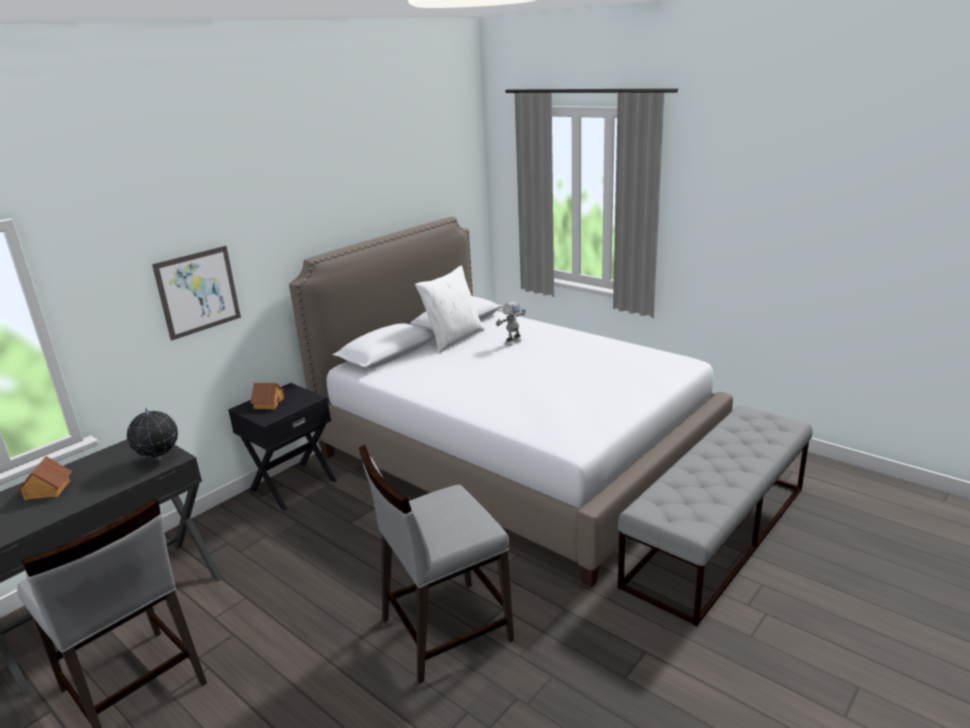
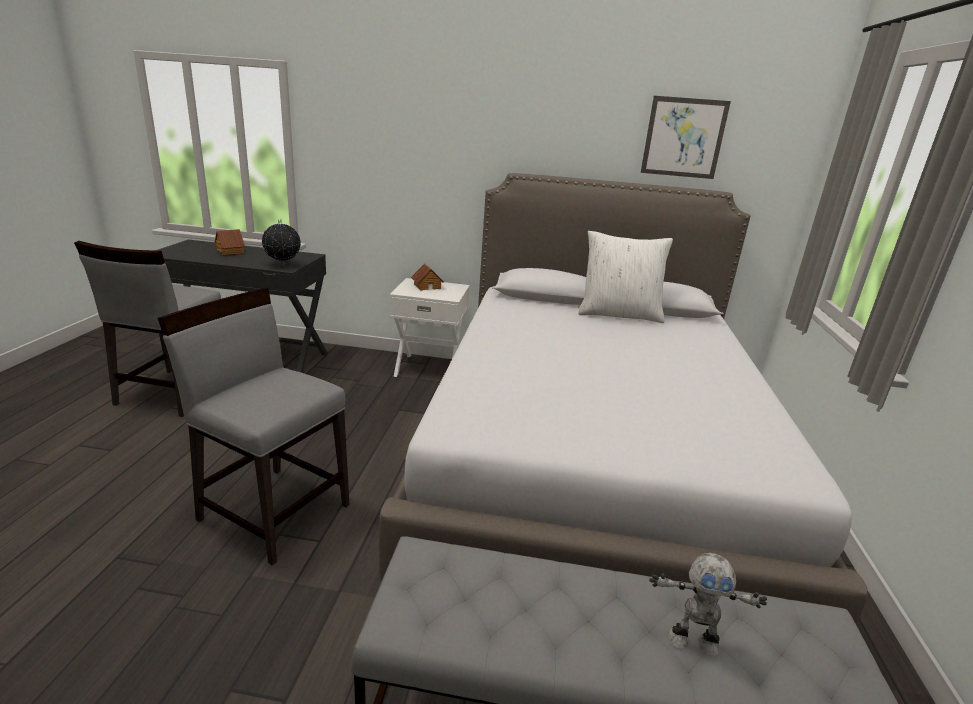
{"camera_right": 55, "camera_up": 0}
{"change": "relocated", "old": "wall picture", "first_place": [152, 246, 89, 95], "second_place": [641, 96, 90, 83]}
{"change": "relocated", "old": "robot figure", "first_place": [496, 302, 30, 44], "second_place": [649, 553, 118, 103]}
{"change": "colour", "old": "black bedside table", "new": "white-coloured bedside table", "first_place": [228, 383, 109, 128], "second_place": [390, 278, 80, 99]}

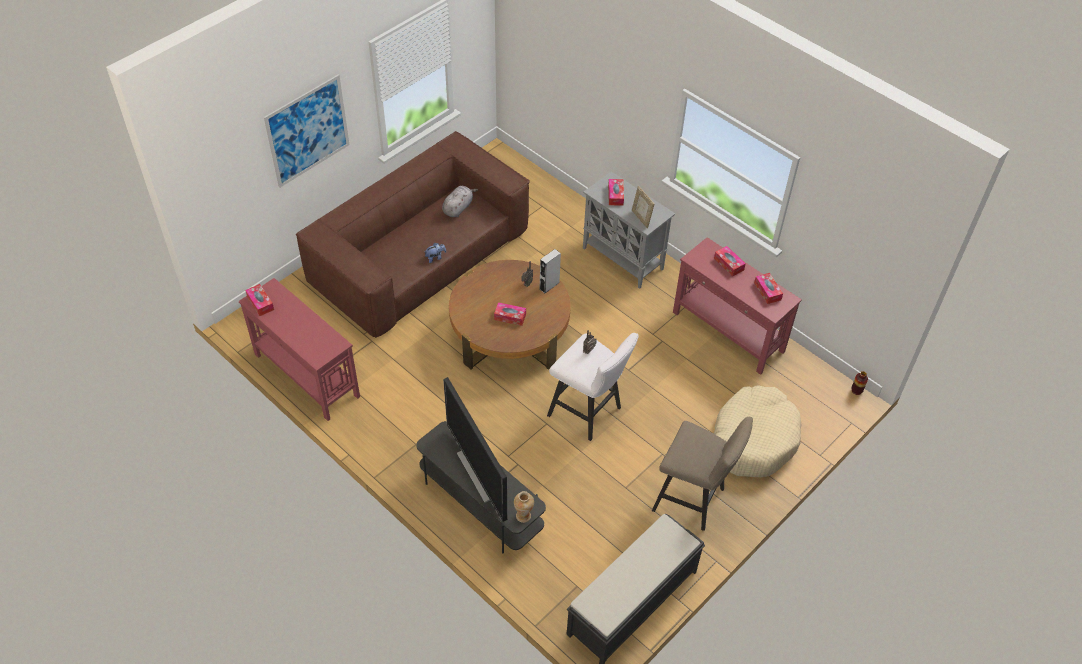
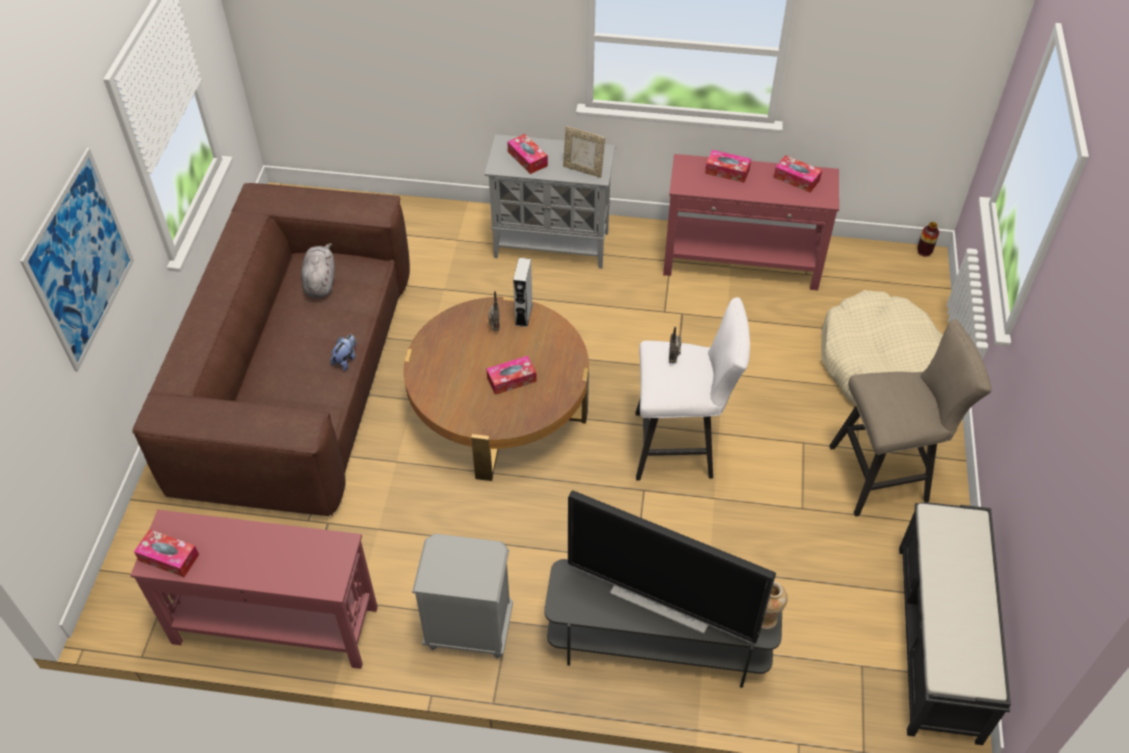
{"camera_right": -35, "camera_up": 0}
{"change": "appeared", "new": "greyish bedside table", "second_place": [412, 534, 101, 125]}

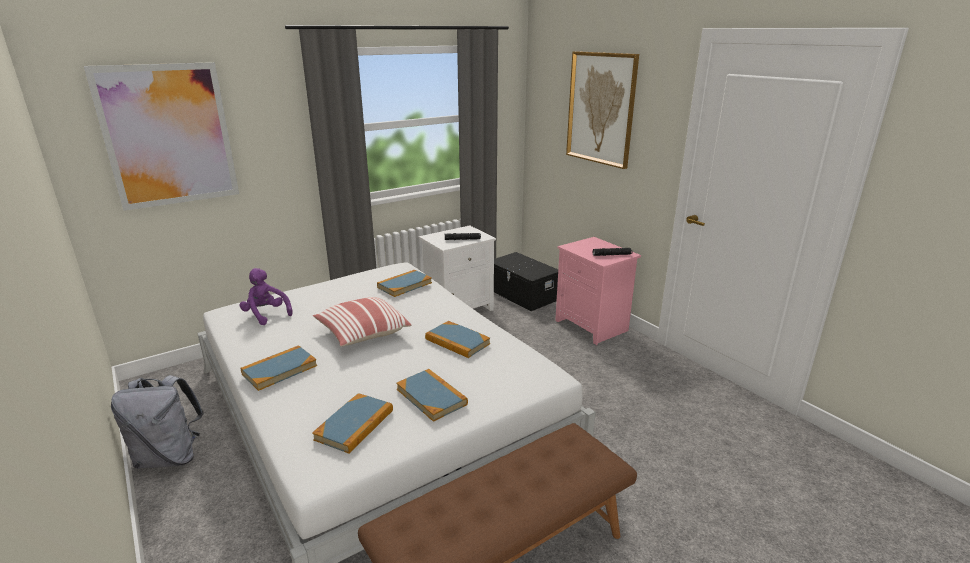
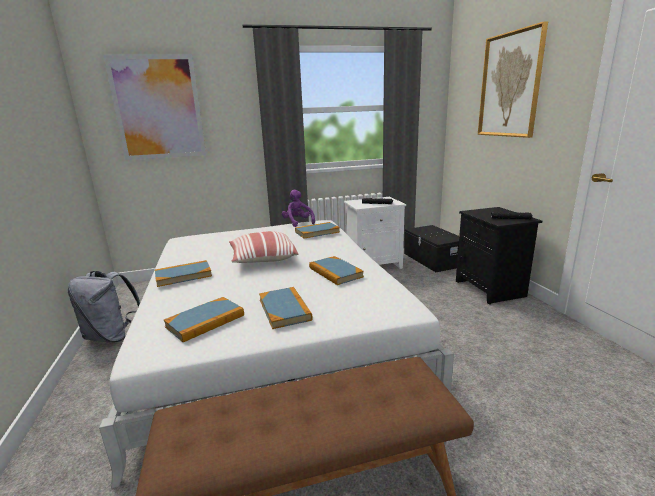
{"camera_right": 20, "camera_up": -5}
{"change": "colour", "old": "pinkish bedside table", "new": "black bedside table", "first_place": [555, 237, 86, 108], "second_place": [456, 207, 86, 98]}
{"change": "relocated", "old": "purple plush toy", "first_place": [239, 268, 54, 57], "second_place": [282, 190, 33, 37]}

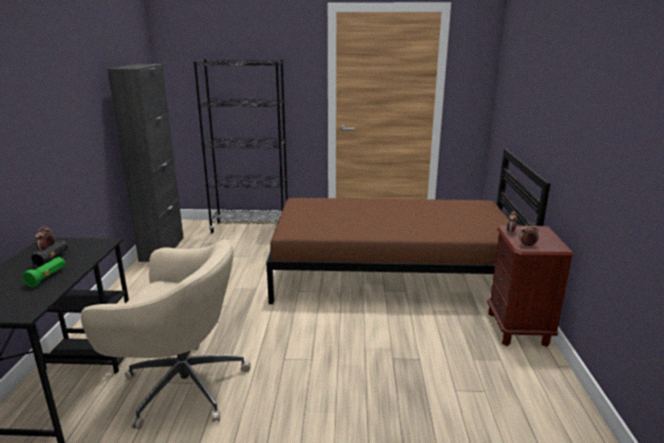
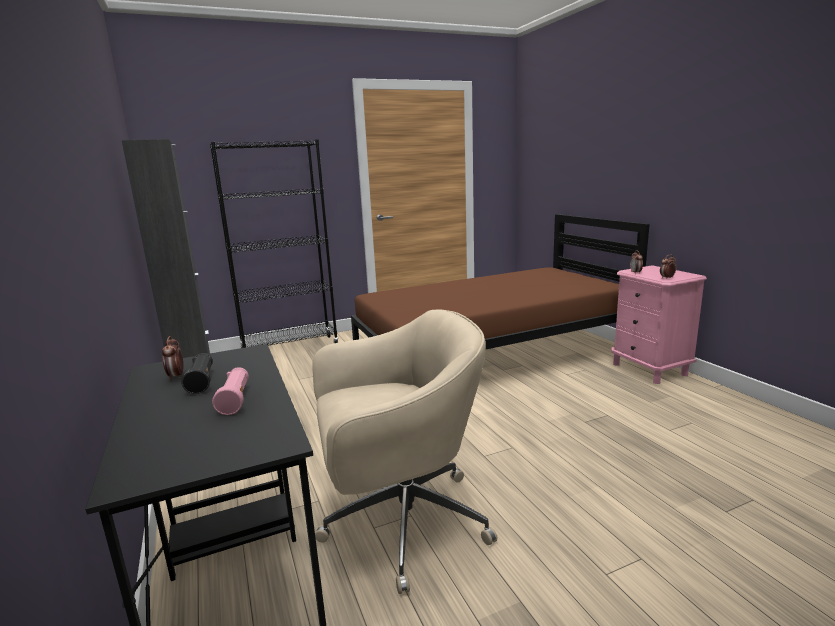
{"camera_right": -25, "camera_up": -5}
{"change": "colour", "old": "brown-coloured bedside table", "new": "pinkish bedside table", "first_place": [487, 225, 87, 122], "second_place": [611, 265, 96, 119]}
{"change": "colour", "old": "green-coloured hand torch", "new": "pinkish hand torch", "first_place": [23, 257, 42, 30], "second_place": [212, 367, 37, 48]}

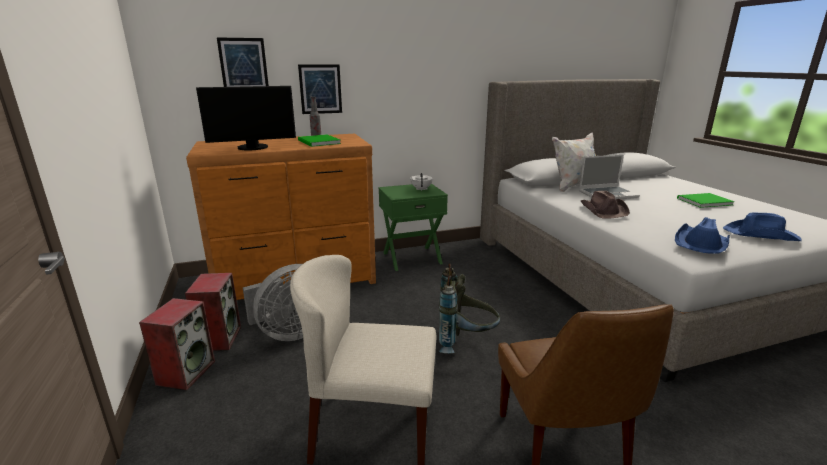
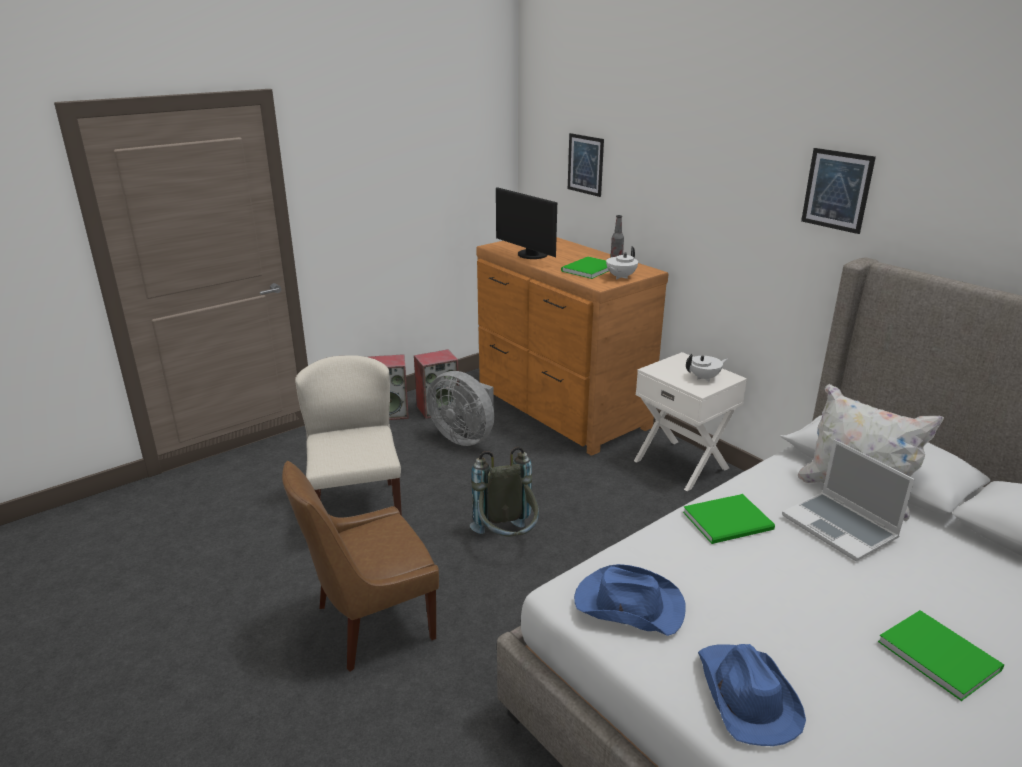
{"camera_right": 70, "camera_up": 5}
{"change": "relocated", "old": "wall picture", "first_place": [298, 64, 44, 50], "second_place": [801, 148, 75, 86]}
{"change": "colour", "old": "green-coloured bedside table", "new": "white-coloured bedside table", "first_place": [379, 183, 69, 88], "second_place": [634, 352, 113, 139]}
{"change": "exchanged", "old": "brown-coloured wearable hat", "new": "green-coloured volume", "first_place": [581, 191, 49, 28], "second_place": [683, 494, 92, 50]}
{"change": "appeared", "new": "white-coloured pot for tea", "second_place": [606, 246, 32, 33]}

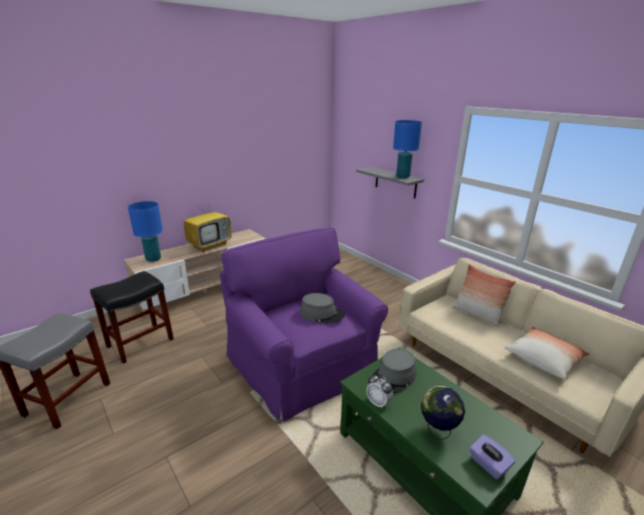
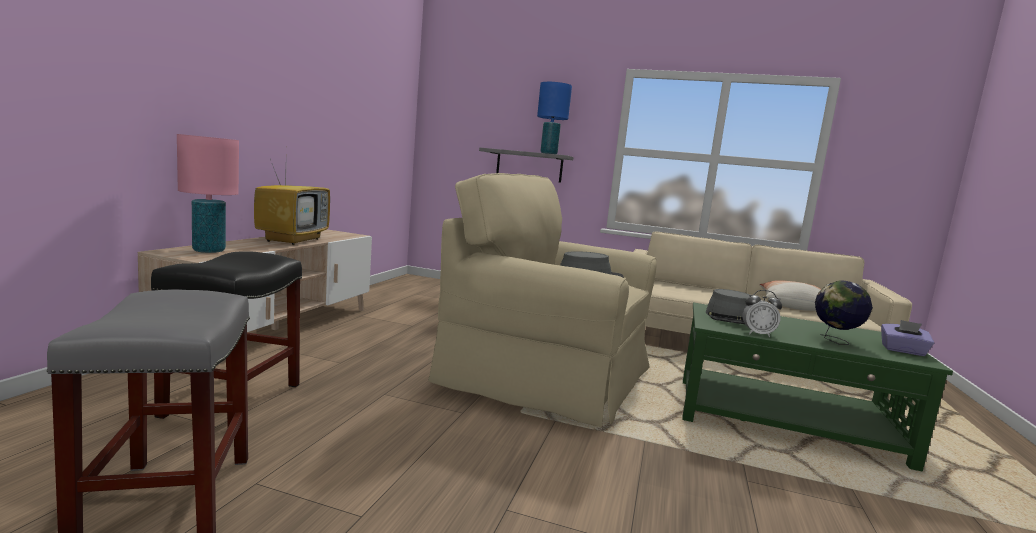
{"camera_right": -35, "camera_up": -15}
{"change": "colour", "old": "blue tabletop lamp", "new": "pinkish tabletop lamp", "first_place": [128, 201, 35, 61], "second_place": [177, 134, 62, 119]}
{"change": "colour", "old": "purple lounge chair", "new": "sand-coloured lounge chair", "first_place": [220, 228, 168, 193], "second_place": [428, 173, 229, 254]}
{"change": "missing", "old": "cushion", "first_place": [453, 264, 63, 63]}

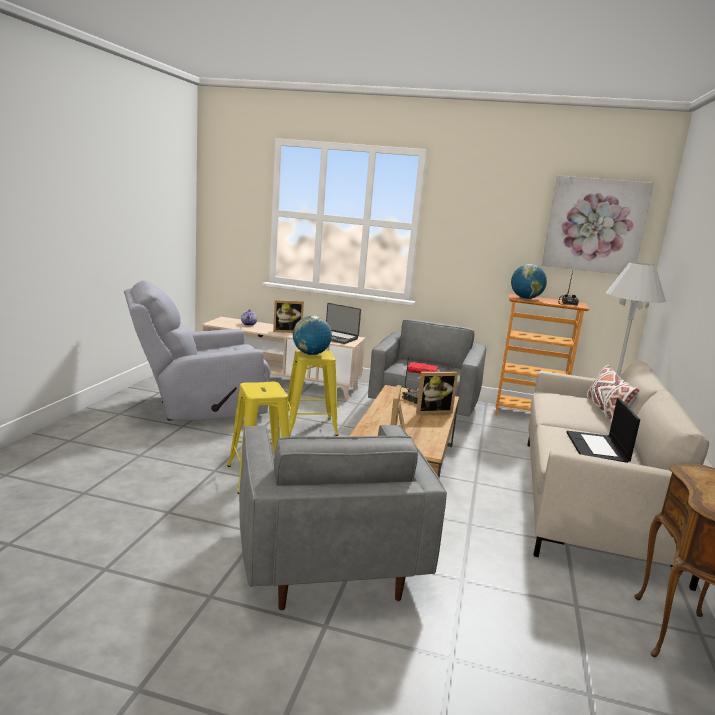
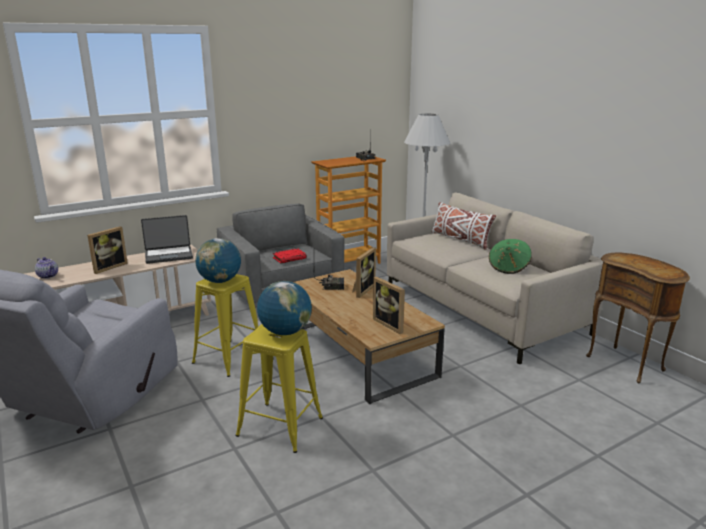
{"camera_right": -45, "camera_up": 5}
{"change": "missing", "old": "wall picture", "first_place": [542, 175, 112, 99]}
{"change": "relocated", "old": "globe", "first_place": [511, 264, 36, 35], "second_place": [257, 281, 55, 54]}
{"change": "exchanged", "old": "laptop", "new": "green-coloured wearable hat", "first_place": [566, 397, 74, 66], "second_place": [489, 239, 43, 35]}
{"change": "missing", "old": "greyish lounge chair", "first_place": [239, 425, 208, 185]}

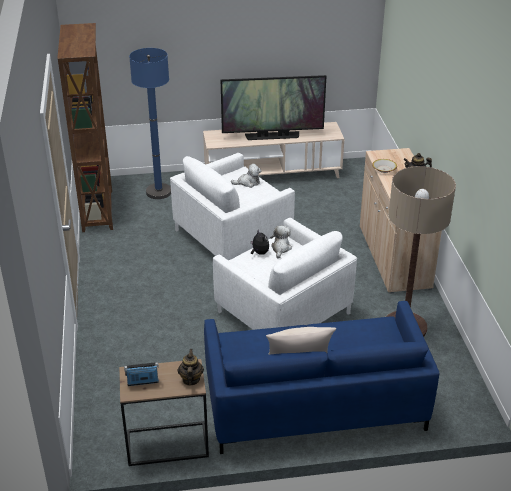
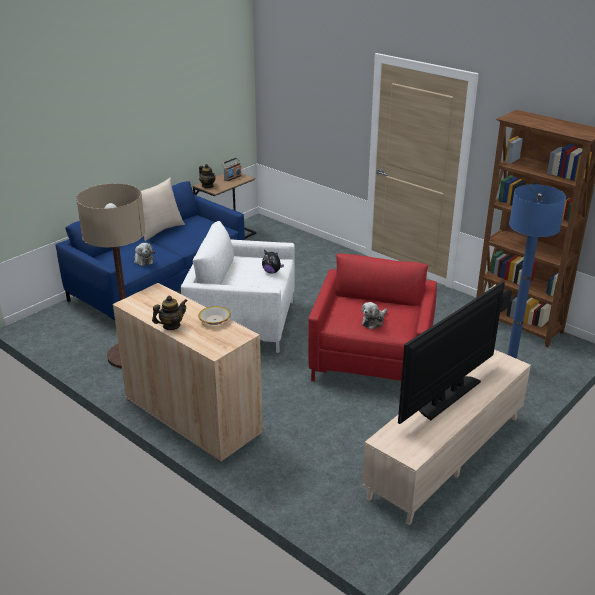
{"camera_right": 140, "camera_up": -5}
{"change": "colour", "old": "white-coloured lounge chair", "new": "red lounge chair", "first_place": [170, 153, 125, 107], "second_place": [308, 253, 129, 129]}
{"change": "relocated", "old": "plush toy", "first_place": [270, 226, 22, 33], "second_place": [134, 243, 21, 23]}

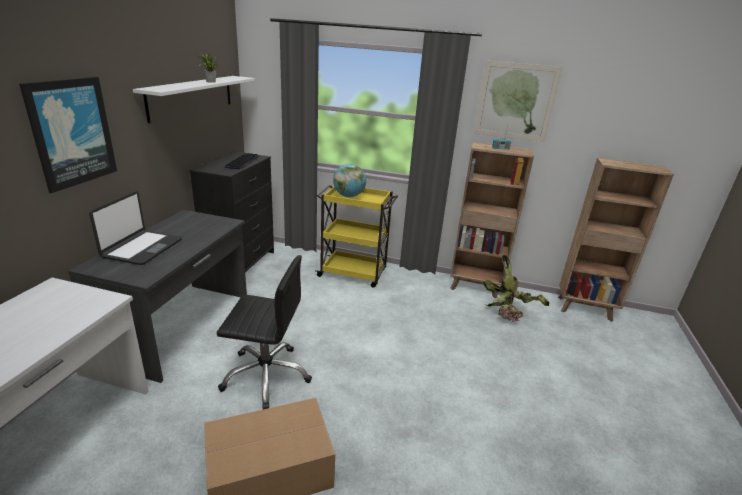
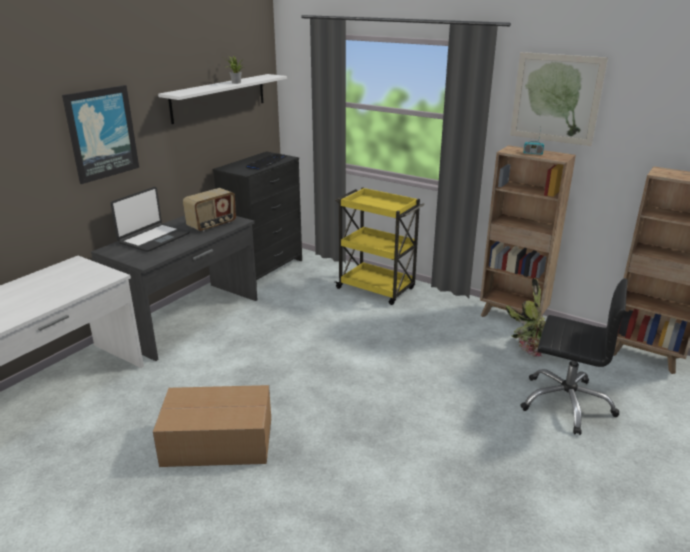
{"camera_right": 20, "camera_up": 0}
{"change": "missing", "old": "globe", "first_place": [333, 164, 33, 33]}
{"change": "relocated", "old": "black computer chair", "first_place": [217, 255, 95, 154], "second_place": [521, 278, 107, 157]}
{"change": "appeared", "new": "radio set", "second_place": [183, 188, 53, 43]}

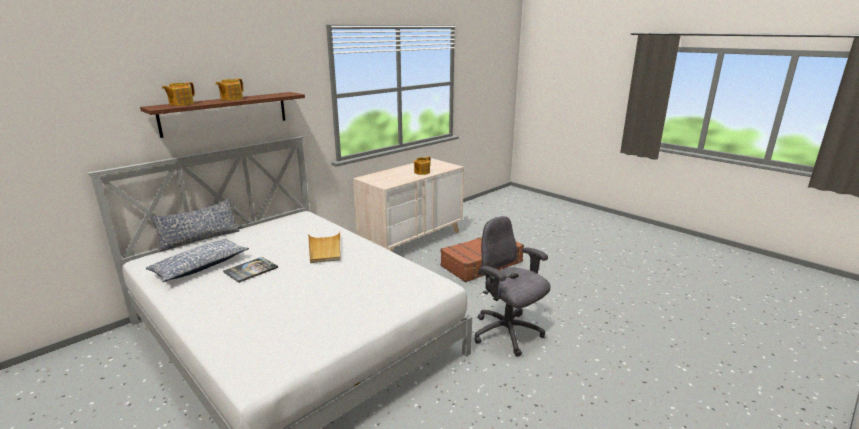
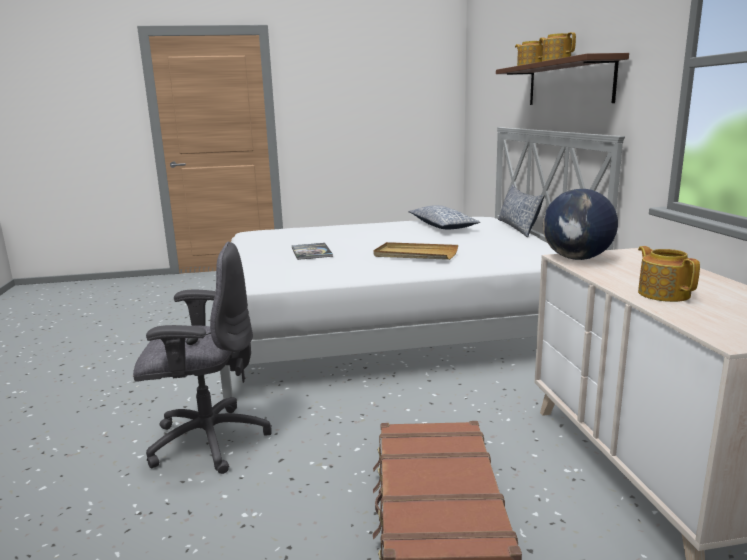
{"camera_right": 125, "camera_up": -5}
{"change": "relocated", "old": "volume", "first_place": [223, 257, 55, 26], "second_place": [292, 243, 41, 17]}
{"change": "appeared", "new": "globe", "second_place": [543, 189, 75, 71]}

